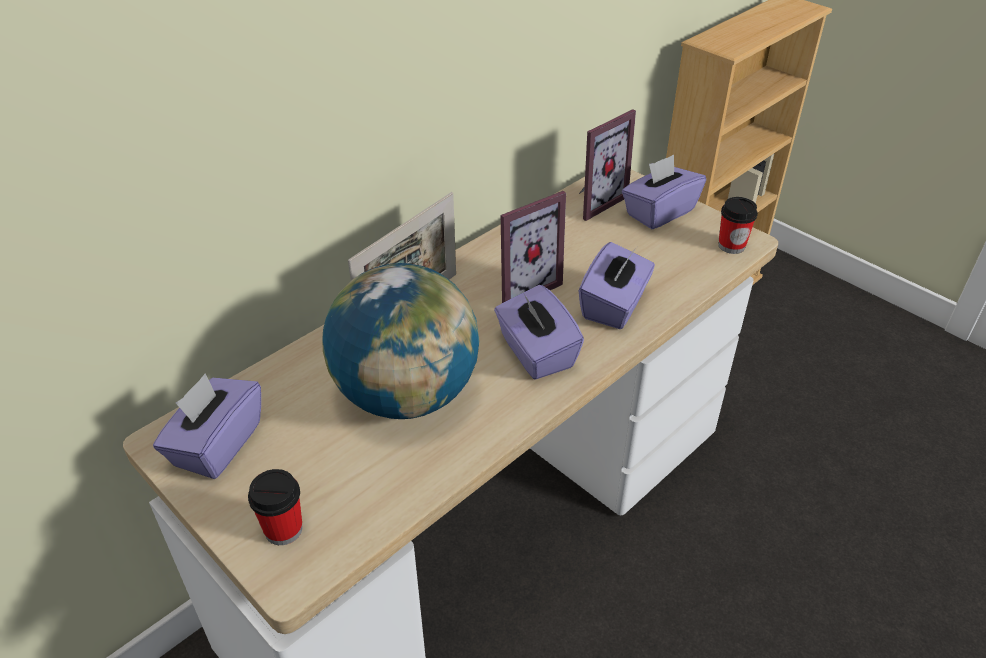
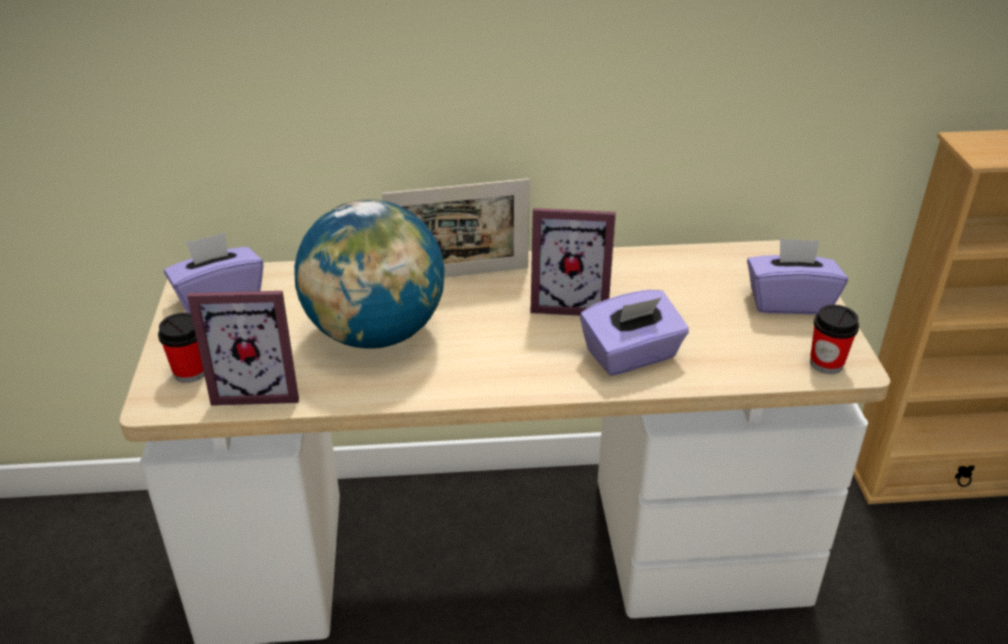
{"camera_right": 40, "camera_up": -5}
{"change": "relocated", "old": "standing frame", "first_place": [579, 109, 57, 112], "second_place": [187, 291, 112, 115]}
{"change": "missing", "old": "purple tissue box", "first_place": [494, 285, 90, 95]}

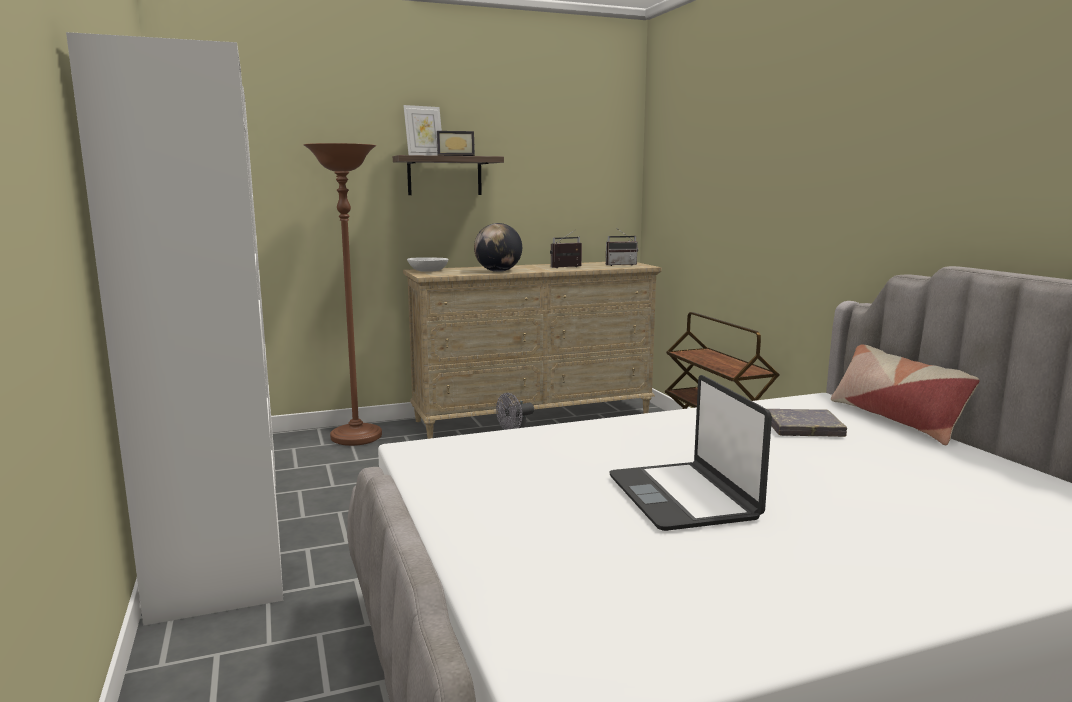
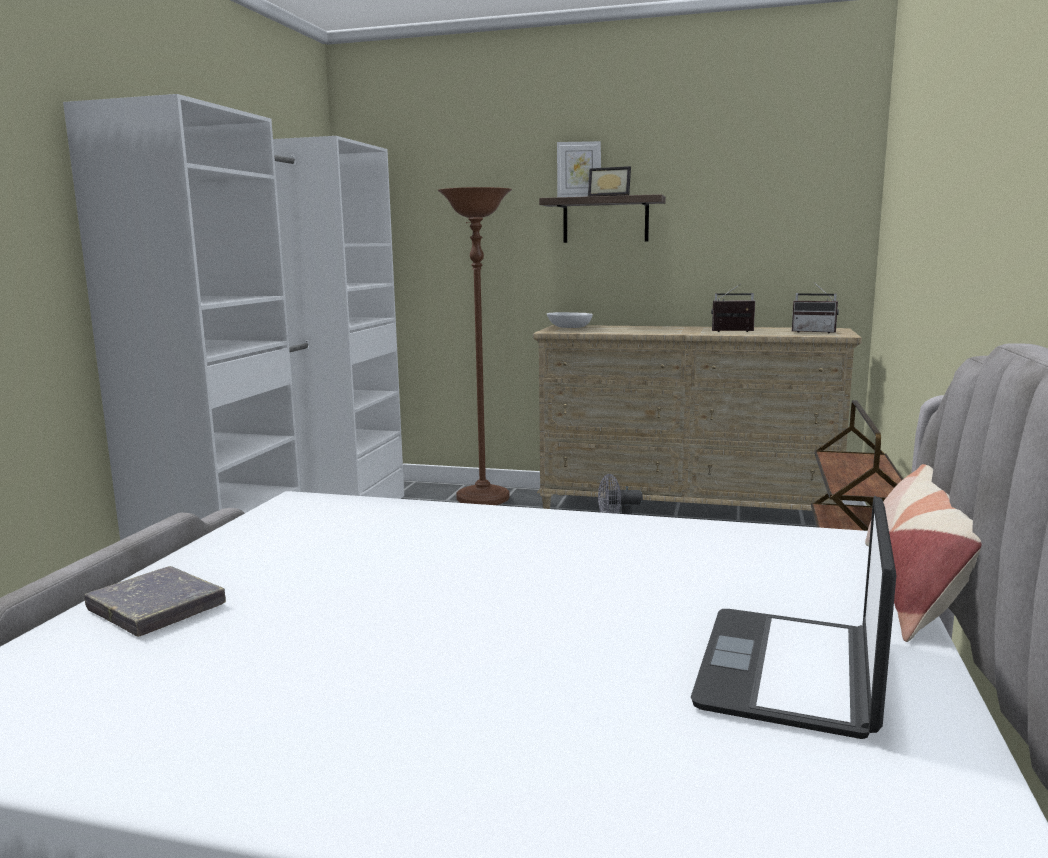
{"camera_right": 35, "camera_up": 0}
{"change": "missing", "old": "globe", "first_place": [474, 223, 48, 49]}
{"change": "relocated", "old": "laptop", "first_place": [609, 375, 163, 156], "second_place": [691, 496, 206, 243]}
{"change": "relocated", "old": "greyish volume", "first_place": [768, 409, 79, 28], "second_place": [84, 566, 142, 71]}

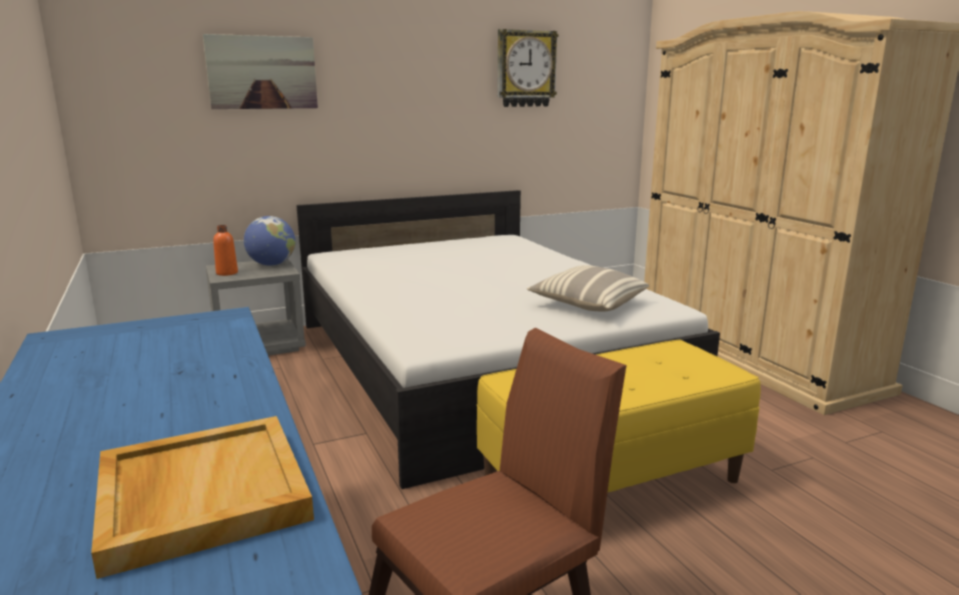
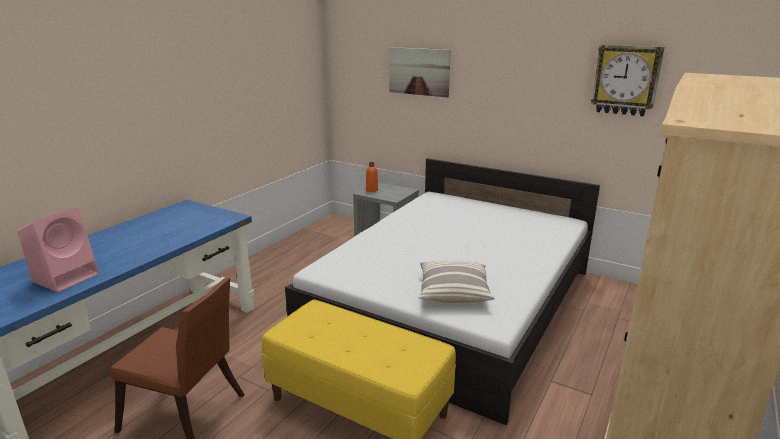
{"camera_right": 55, "camera_up": 5}
{"change": "missing", "old": "globe", "first_place": [244, 216, 51, 50]}
{"change": "exchanged", "old": "sand-coloured tray", "new": "pinkish speaker", "first_place": [91, 416, 223, 163], "second_place": [17, 207, 82, 85]}

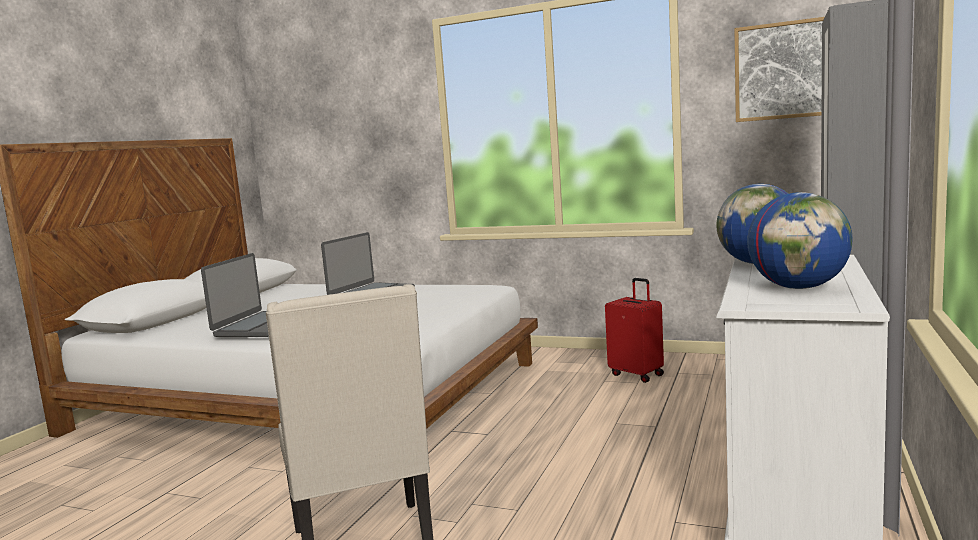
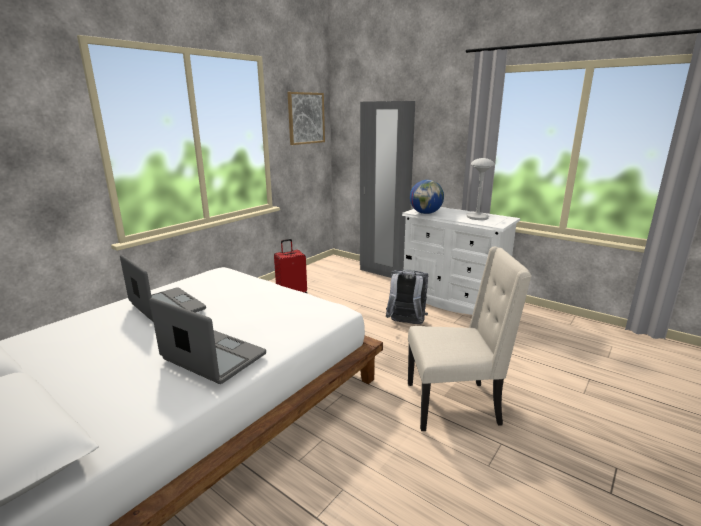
{"camera_right": -75, "camera_up": 10}
{"change": "exchanged", "old": "globe", "new": "greyish tabletop lamp", "first_place": [747, 192, 106, 97], "second_place": [466, 158, 29, 62]}
{"change": "appeared", "new": "greyish knapsack", "second_place": [386, 270, 42, 54]}

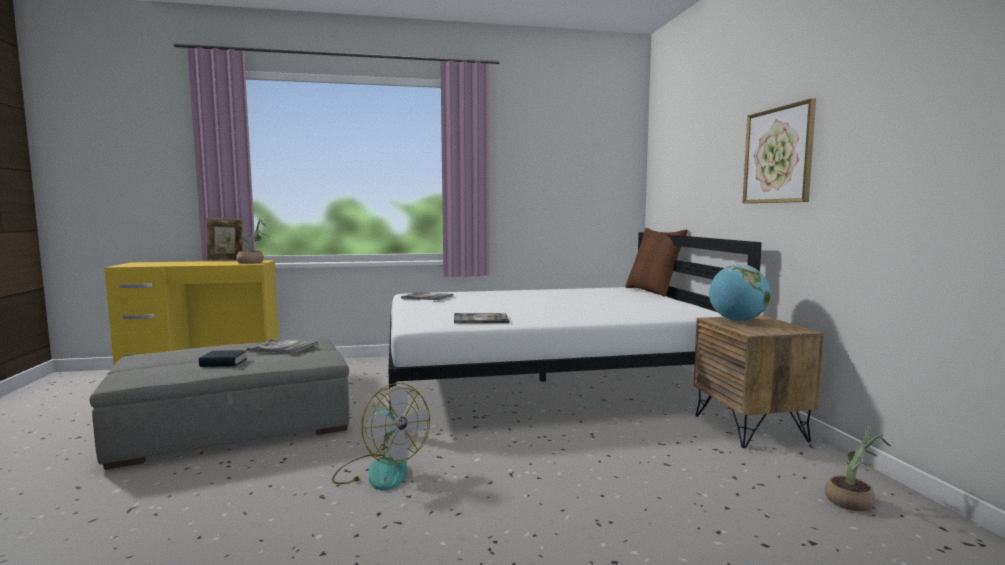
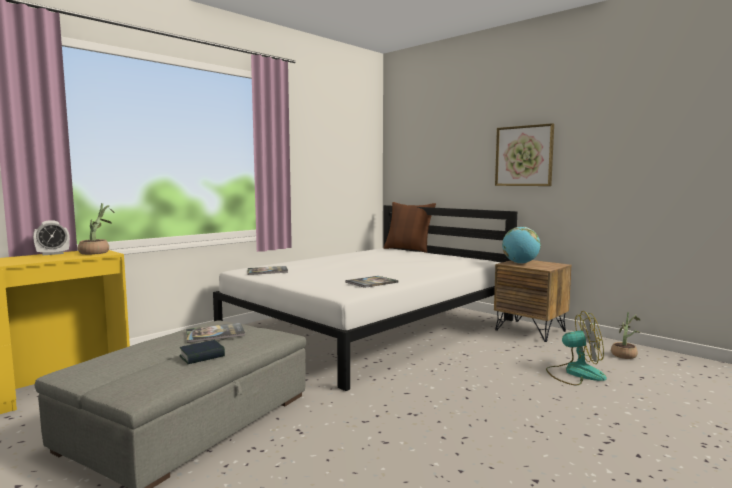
{"camera_right": -35, "camera_up": 0}
{"change": "exchanged", "old": "standing frame", "new": "table clock", "first_place": [205, 218, 39, 43], "second_place": [33, 220, 37, 35]}
{"change": "relocated", "old": "cooling fan", "first_place": [332, 383, 98, 108], "second_place": [546, 311, 61, 74]}

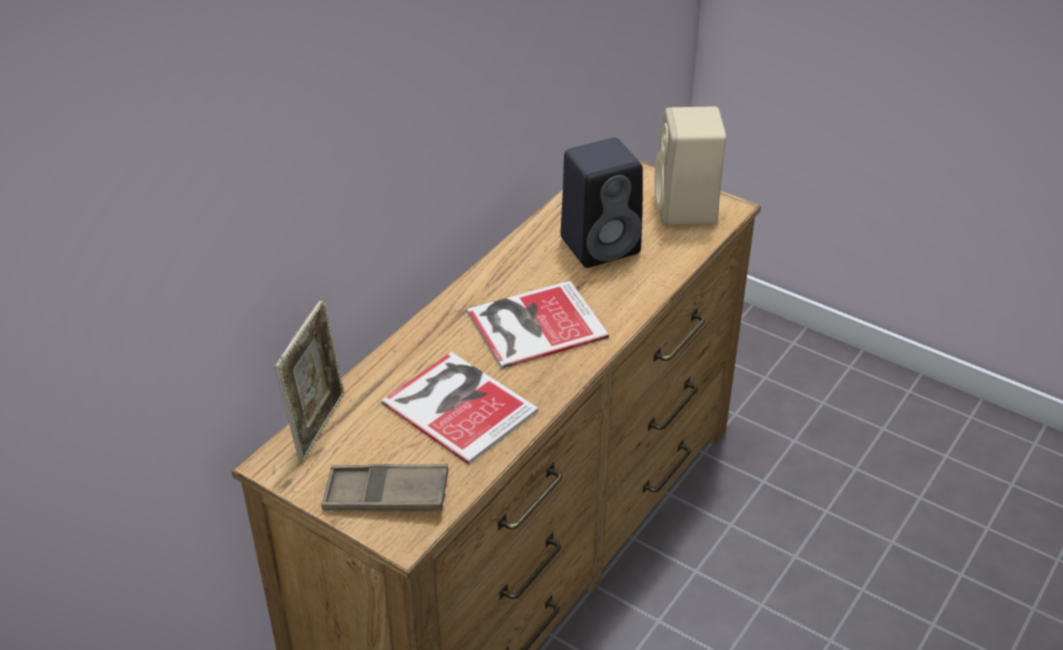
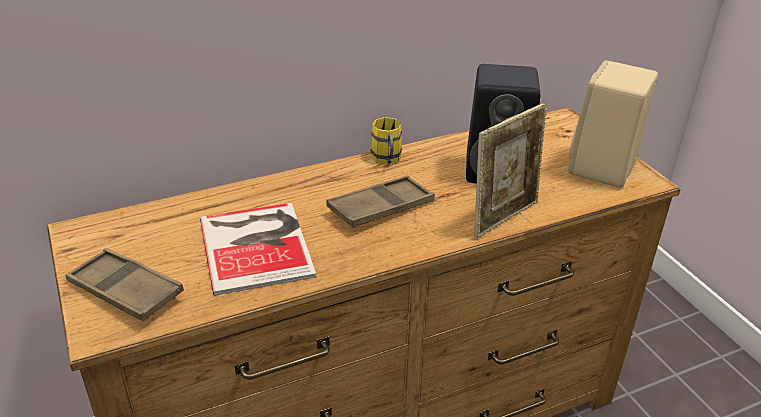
{"camera_right": 30, "camera_up": -5}
{"change": "exchanged", "old": "volume", "new": "brown-coloured tray", "first_place": [467, 281, 142, 88], "second_place": [326, 175, 109, 53]}
{"change": "relocated", "old": "standing frame", "first_place": [275, 299, 69, 164], "second_place": [474, 103, 73, 135]}
{"change": "appeared", "new": "yellowish mug", "second_place": [371, 117, 31, 48]}

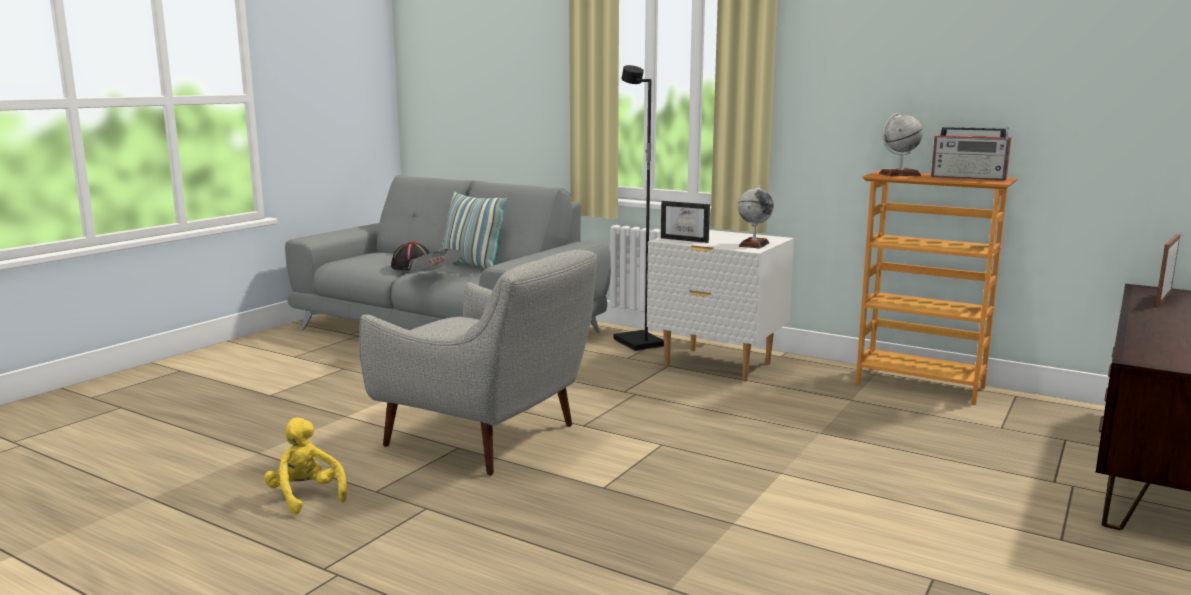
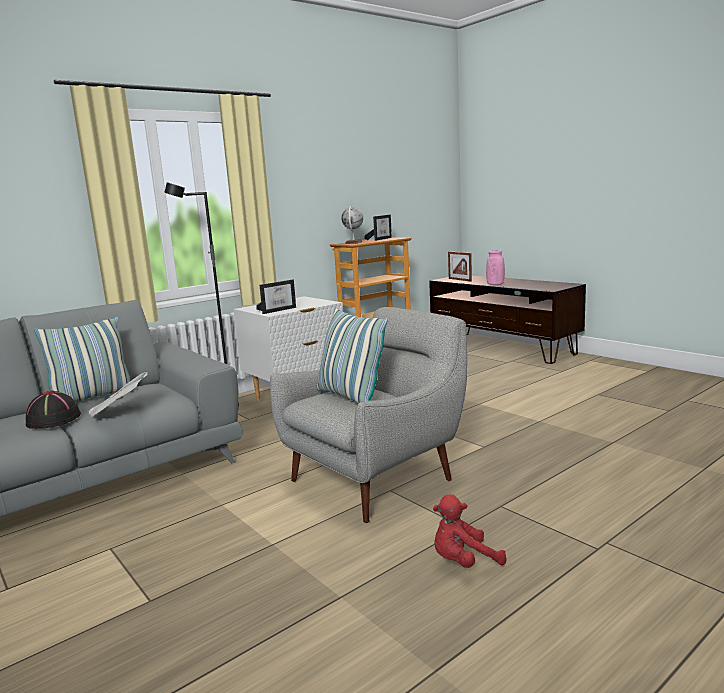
{"camera_right": -70, "camera_up": 0}
{"change": "exchanged", "old": "radio set", "new": "standing frame", "first_place": [931, 126, 80, 55], "second_place": [364, 215, 28, 26]}
{"change": "missing", "old": "globe", "first_place": [738, 186, 36, 62]}
{"change": "colour", "old": "yellowish plush toy", "new": "red plush toy", "first_place": [264, 417, 83, 97], "second_place": [433, 494, 74, 74]}
{"change": "appeared", "new": "pinkish flower vase", "second_place": [486, 250, 19, 35]}
{"change": "appeared", "new": "cushion", "second_place": [317, 307, 71, 96]}

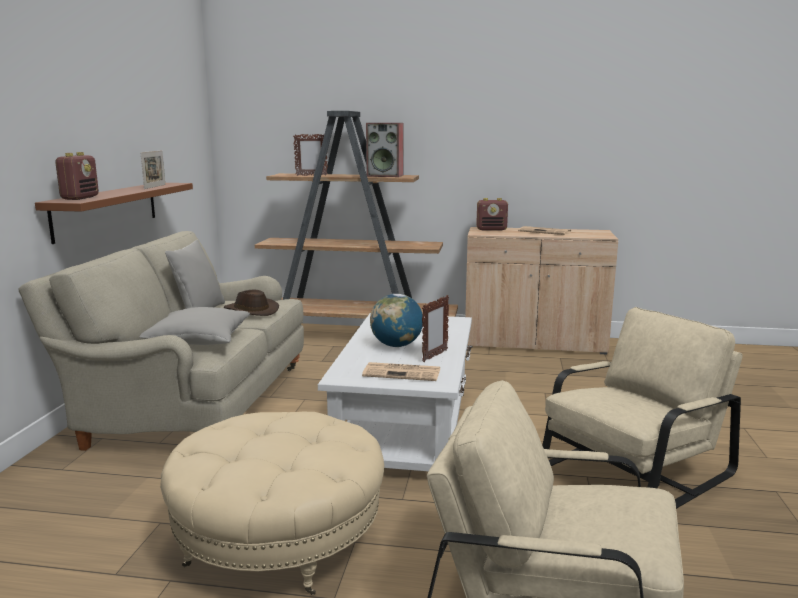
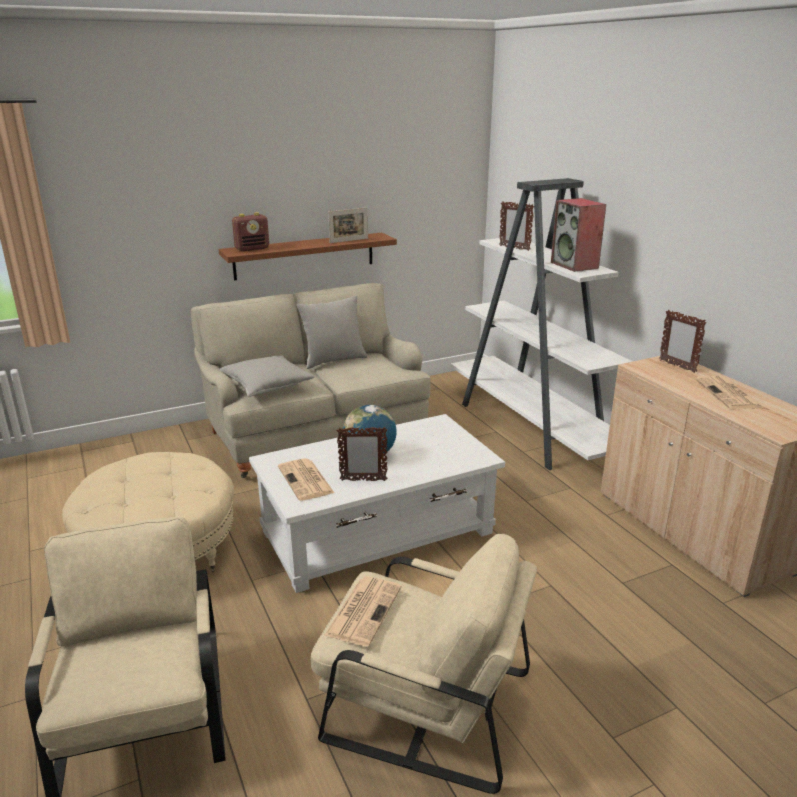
{"camera_right": 55, "camera_up": 10}
{"change": "colour", "old": "brown-coloured bookshelf", "new": "white-coloured bookshelf", "first_place": [255, 111, 203, 208], "second_place": [451, 178, 182, 292]}
{"change": "exchanged", "old": "radio set", "new": "standing frame", "first_place": [476, 198, 32, 33], "second_place": [659, 310, 48, 63]}
{"change": "missing", "old": "brown-coloured wearable hat", "first_place": [224, 290, 55, 26]}
{"change": "appeared", "new": "daily paper", "second_place": [324, 576, 77, 71]}

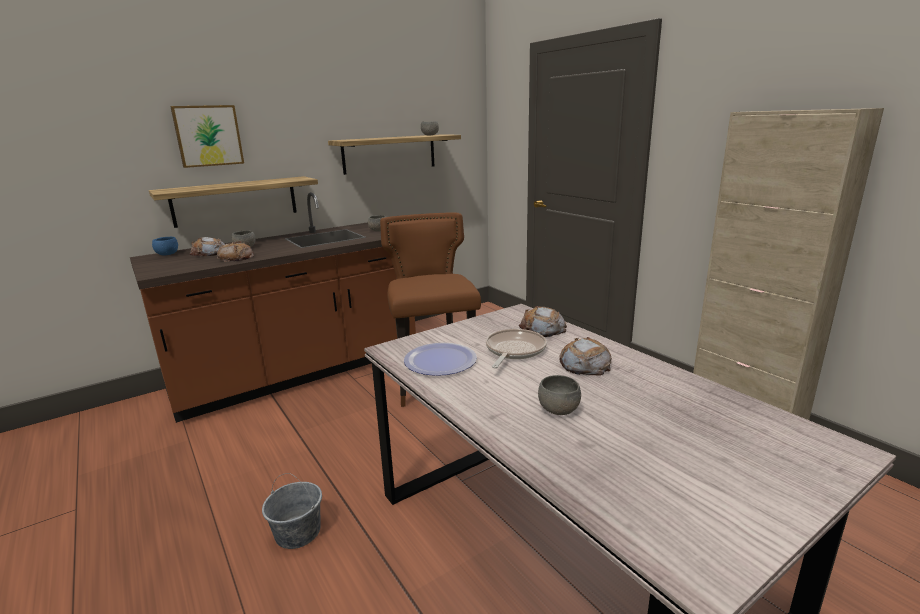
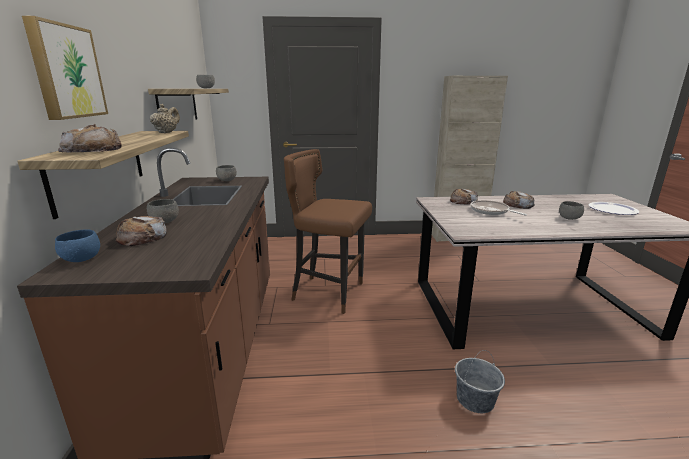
{"camera_right": -60, "camera_up": 0}
{"change": "relocated", "old": "bakery bread", "first_place": [217, 241, 37, 21], "second_place": [58, 124, 64, 28]}
{"change": "relocated", "old": "plate", "first_place": [404, 343, 73, 33], "second_place": [588, 202, 51, 13]}
{"change": "appeared", "new": "sand-coloured pot for tea", "second_place": [150, 104, 30, 29]}

